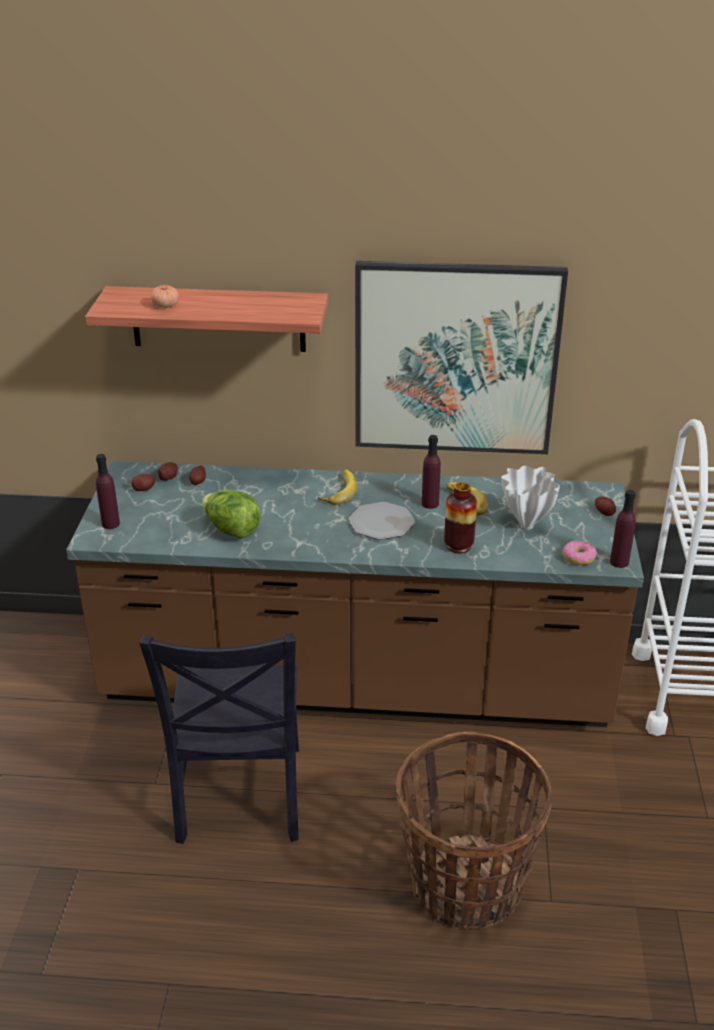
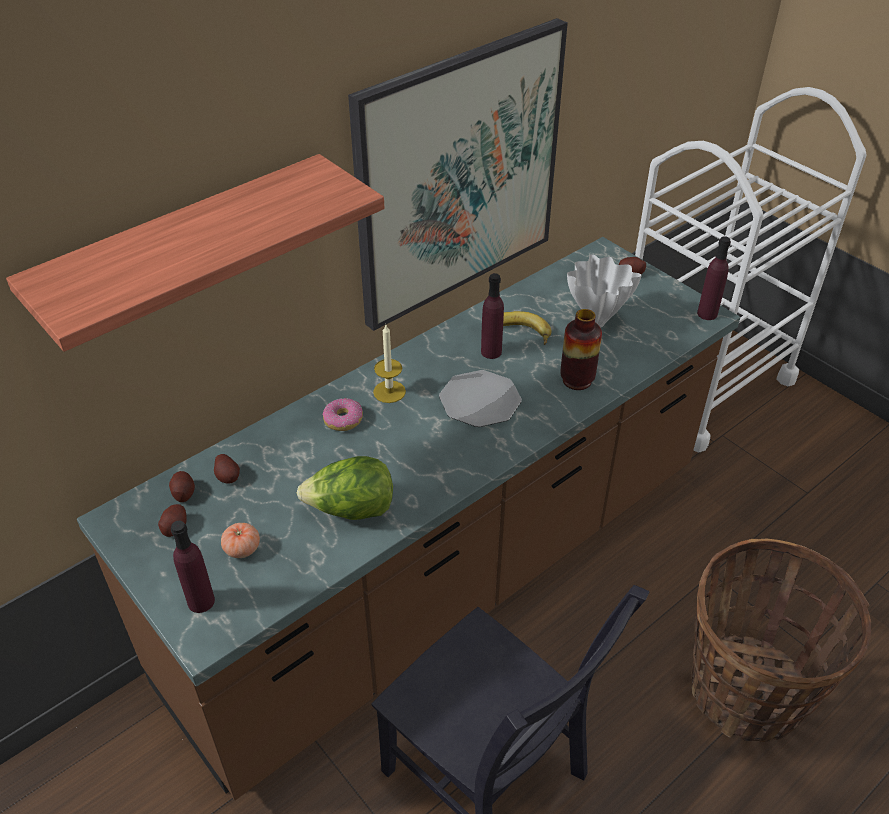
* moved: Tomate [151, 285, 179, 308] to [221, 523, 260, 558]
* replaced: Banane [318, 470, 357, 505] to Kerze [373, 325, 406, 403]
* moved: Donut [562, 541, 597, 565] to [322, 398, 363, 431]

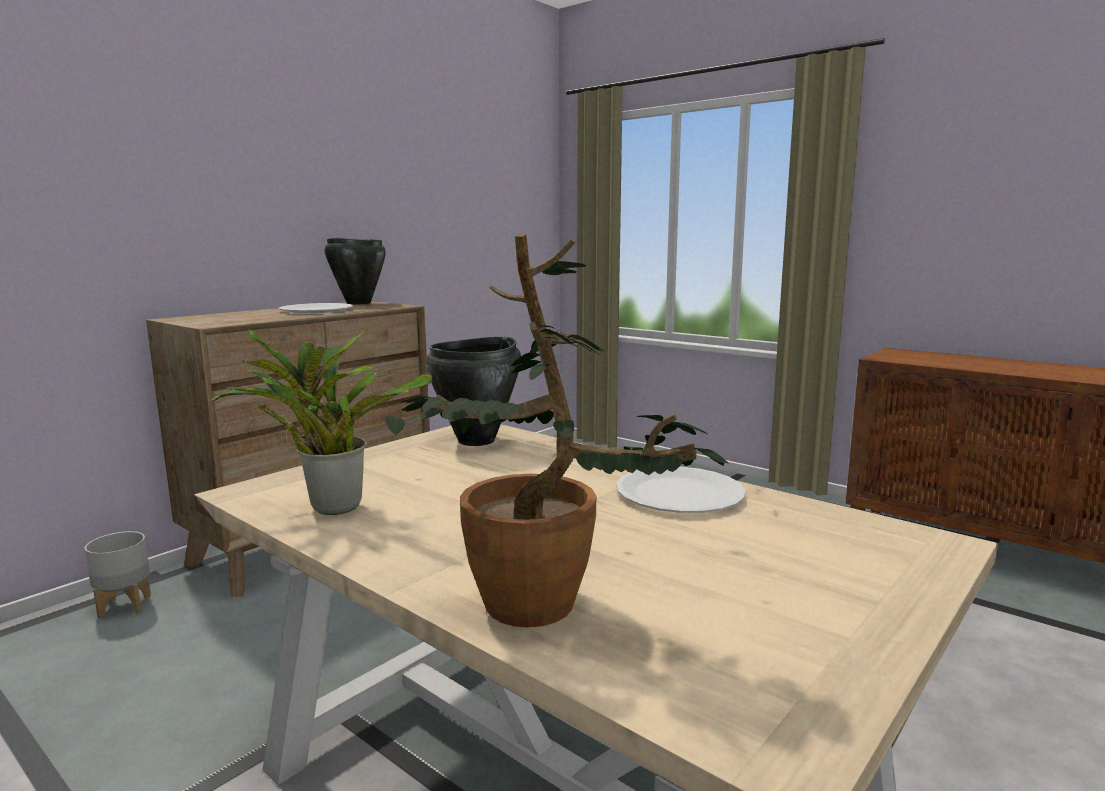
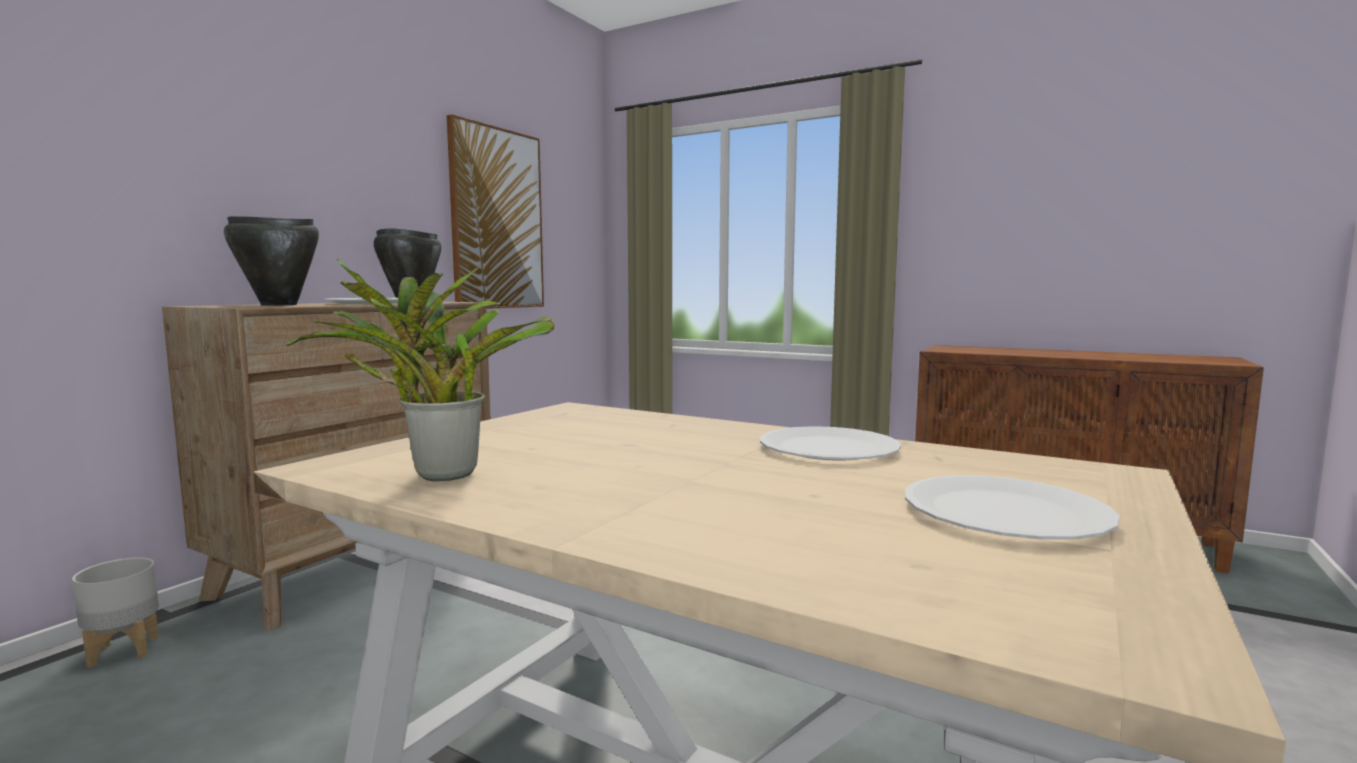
* removed: Topfpflanze [385, 234, 729, 627]
* moved: Kochtopf [schwarz] [425, 337, 521, 446] to [224, 216, 319, 305]
* added: Bild [447, 114, 544, 309]
* added: Teller [weiß] [905, 475, 1120, 540]

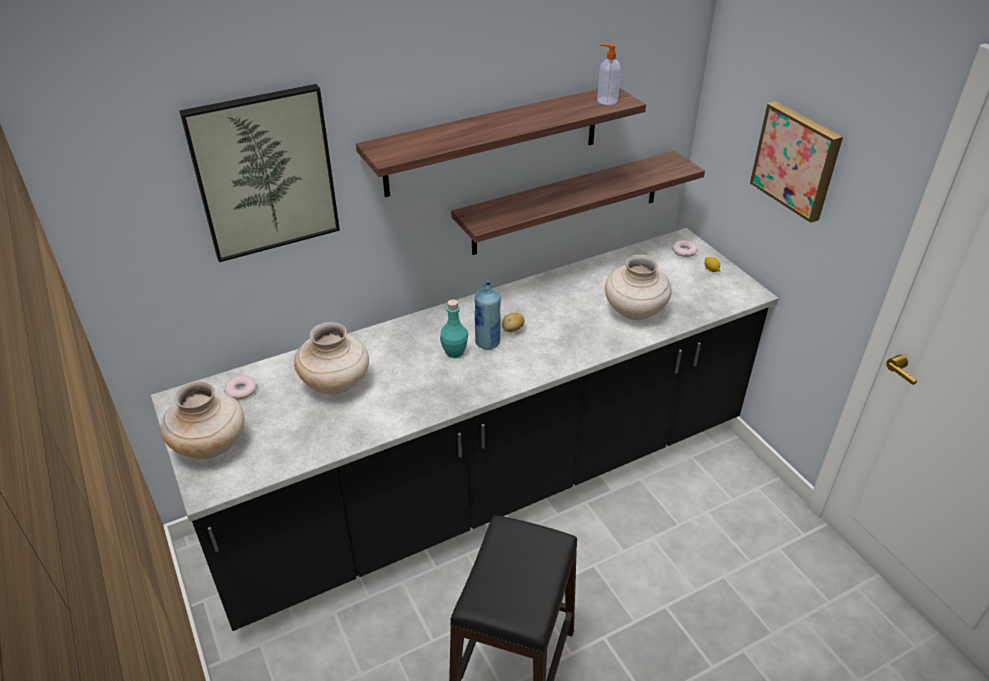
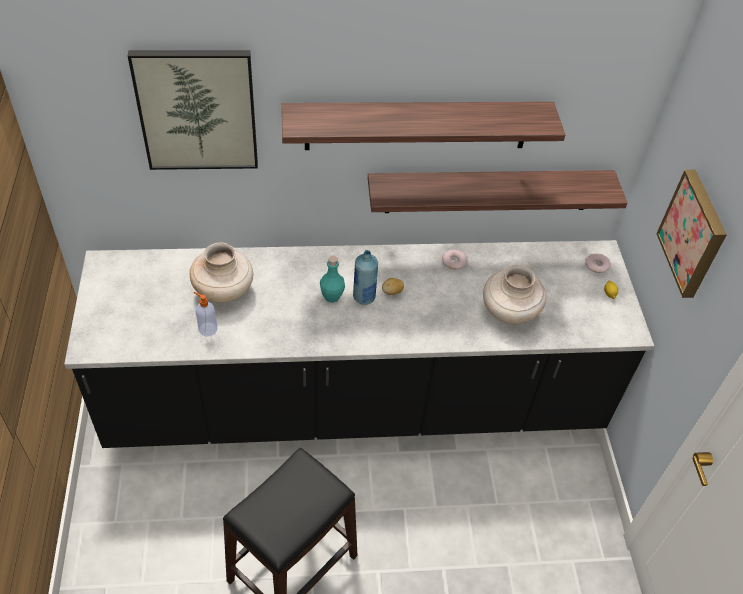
* removed: Vase [beige] [160, 381, 245, 459]
* moved: Donut [224, 376, 257, 399] to [442, 250, 467, 269]
* moved: Seifenspender [597, 44, 621, 105] to [194, 292, 217, 336]

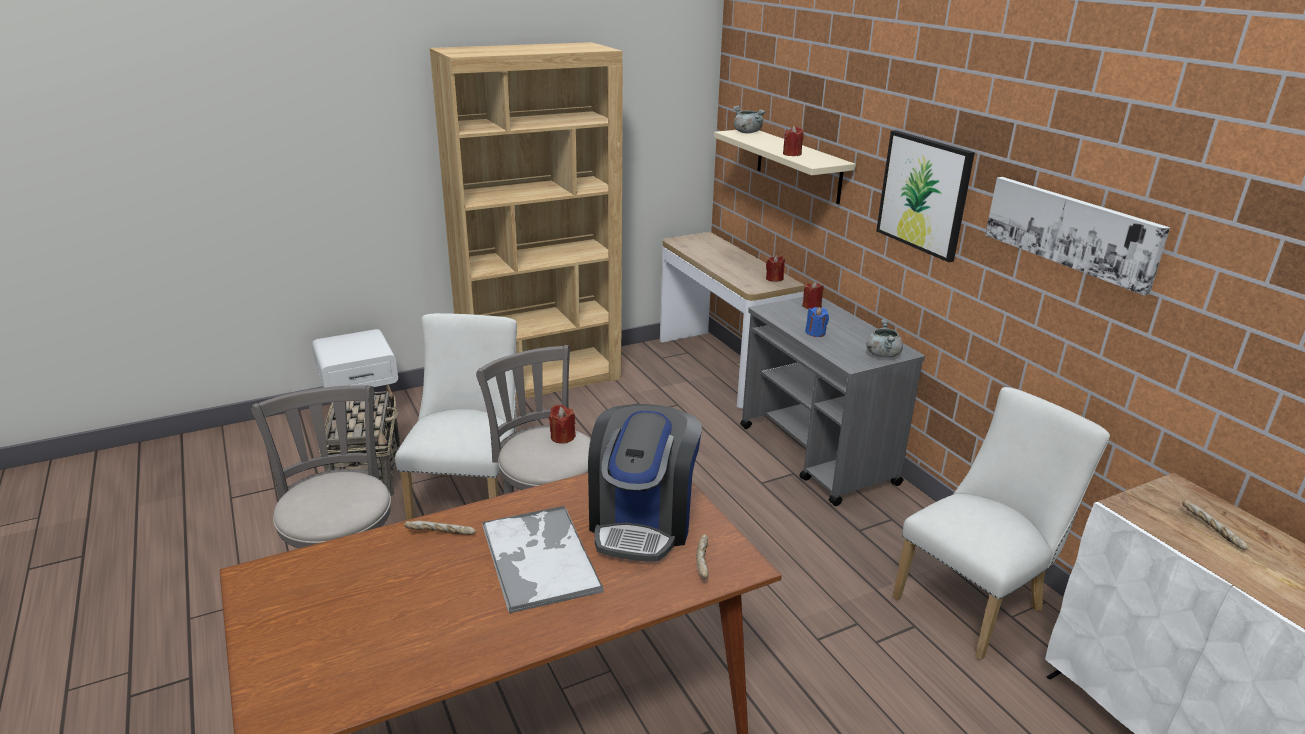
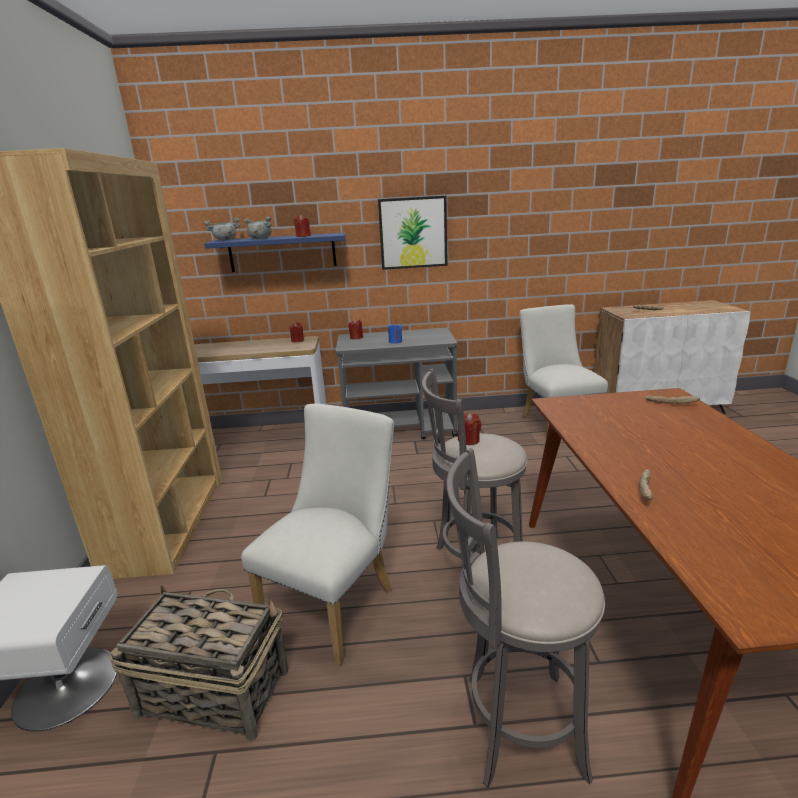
* turned: Stuhl [weiß] [395, 313, 517, 520] = [241, 404, 394, 665] 90 degrees clockwise
* removed: Tablett [482, 505, 604, 614]
* removed: Kaffeemaschine [588, 404, 702, 562]
* recoloured: Wandregal [beige] [714, 130, 856, 204] to Wandregal [blau] [204, 233, 346, 272]
* moved: Kochtopf [grau] [866, 320, 903, 358] to [244, 216, 272, 239]
* removed: Bild [985, 177, 1170, 295]

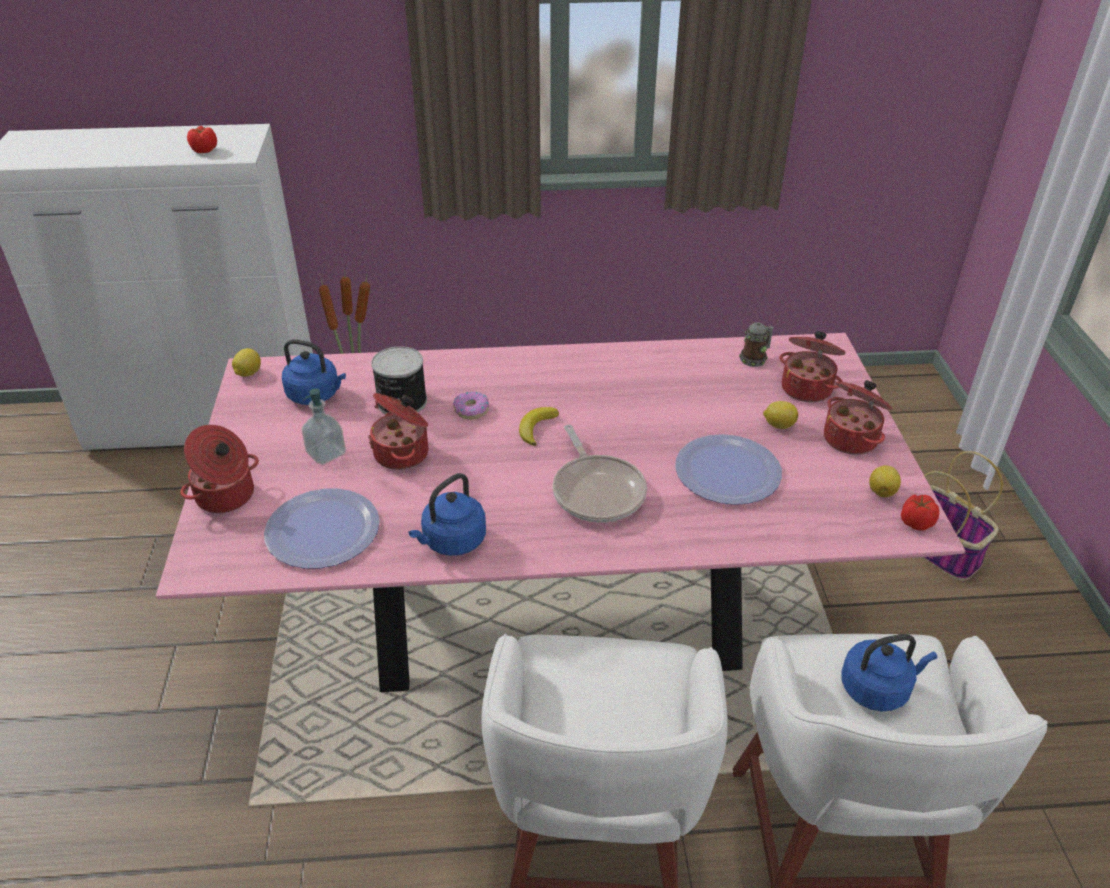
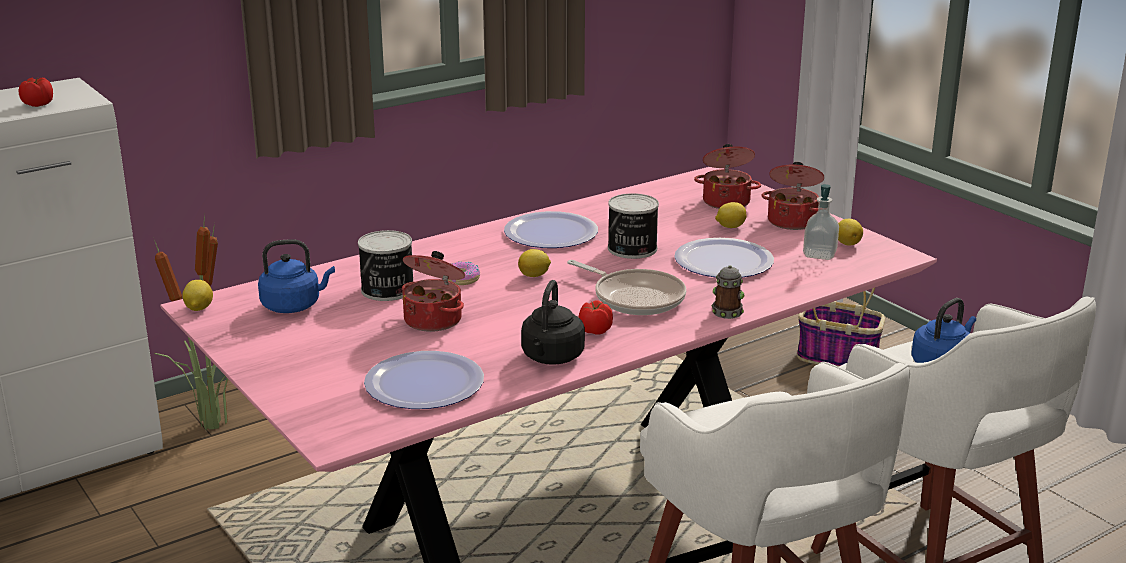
* removed: Kochtopf [180, 425, 259, 513]
* moved: Seifenspender [302, 388, 346, 465] to [803, 184, 839, 260]
* recoloured: Wasserkessel [blau] [408, 473, 486, 556] to Wasserkessel [schwarz] [521, 280, 585, 365]
* replaced: Banane [519, 407, 559, 446] to Zitrone [518, 249, 551, 277]
* moved: Henkelbecher [739, 322, 774, 367] to [712, 265, 744, 319]
* moved: Tomate [901, 495, 939, 531] to [579, 301, 613, 334]
* added: Teller [504, 211, 598, 248]
* added: Dose [608, 193, 659, 259]

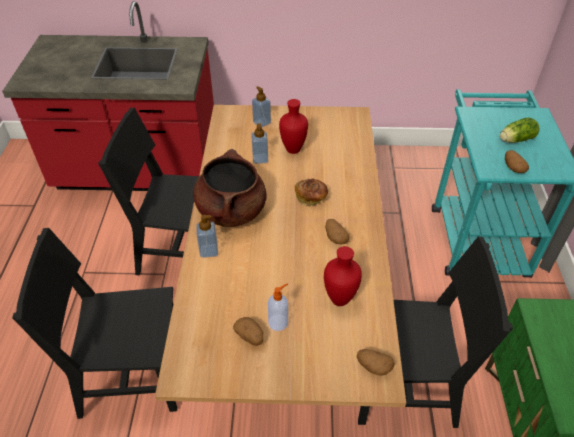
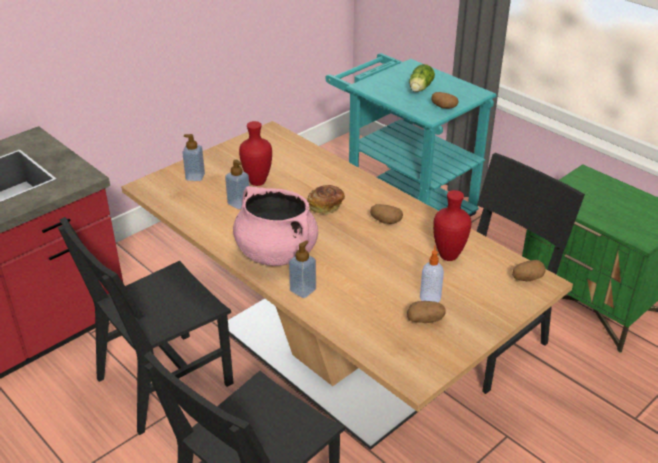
* recoloured: Kochtopf [braun] [193, 149, 267, 227] to Kochtopf [rosa] [233, 186, 318, 266]

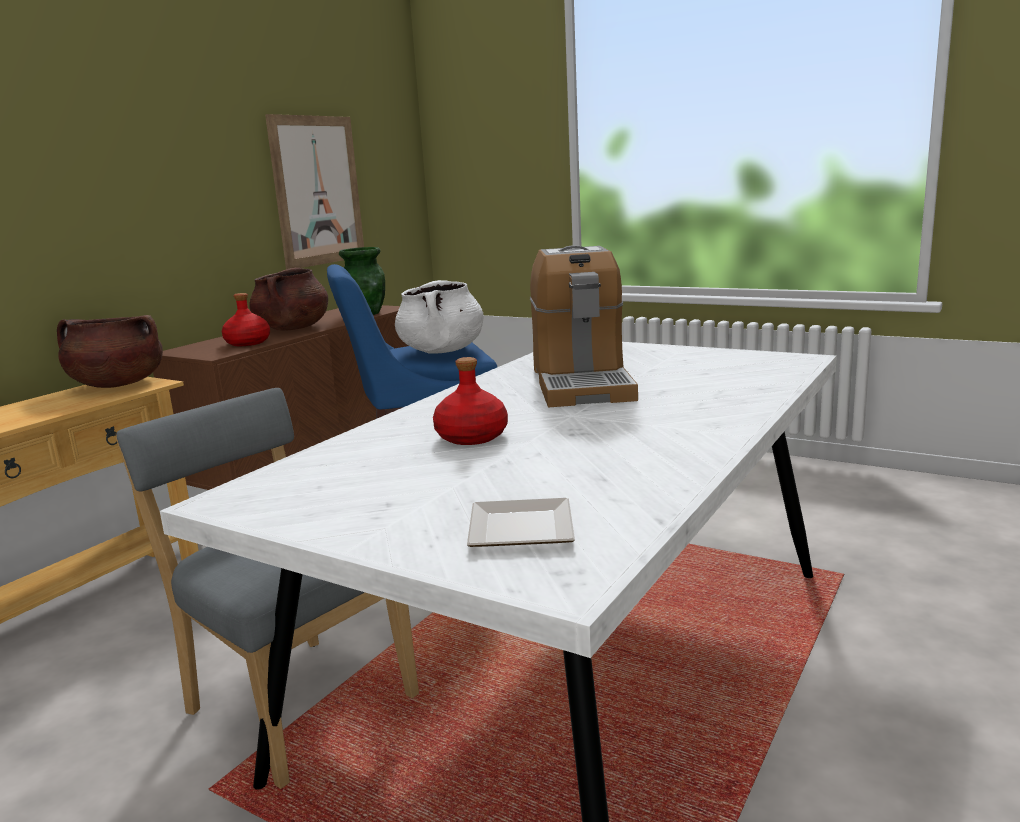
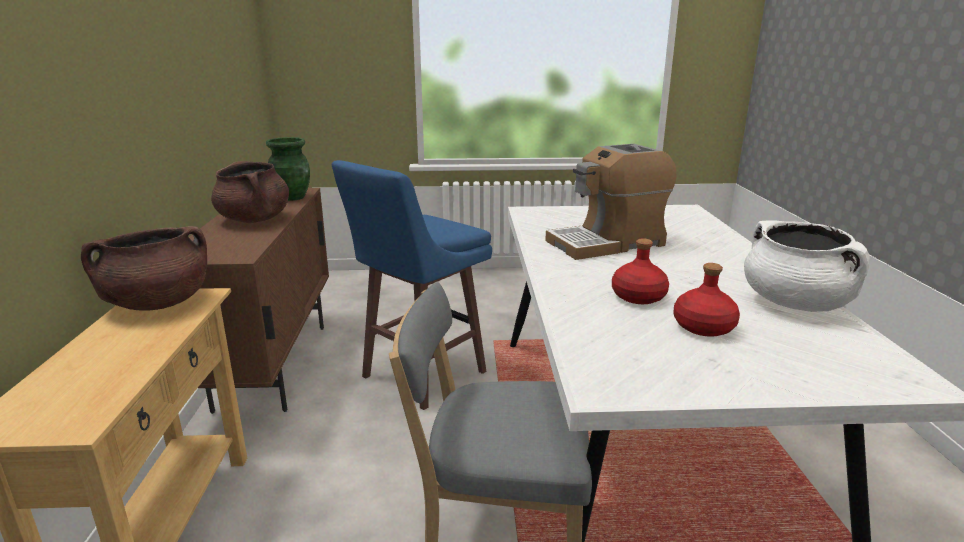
* moved: Flasche [rot] [222, 293, 270, 346] to [673, 263, 740, 337]
* removed: Bild [265, 114, 364, 269]
* moved: Kochtopf [weiß] [395, 280, 484, 354] to [744, 221, 870, 312]
* removed: Teller [467, 498, 575, 547]
* turned: Kaffeemaschine [530, 245, 638, 407] = [545, 144, 677, 260] 105 degrees clockwise

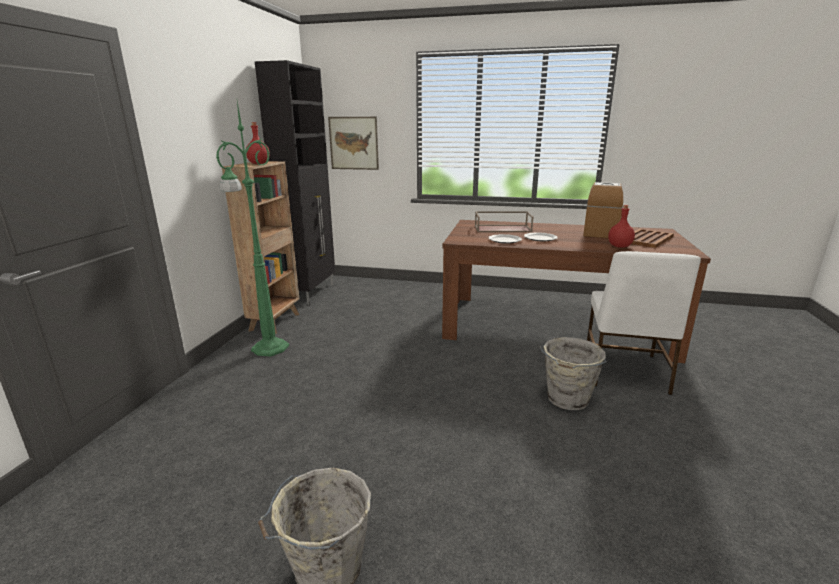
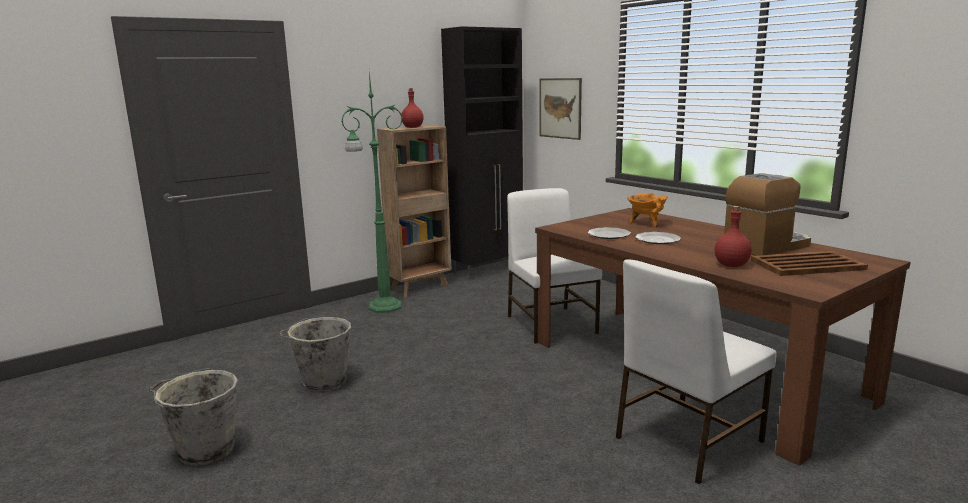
* replaced: Tablett [braun] [475, 212, 533, 232] to Kochtopf [orange] [627, 193, 668, 228]
* moved: Eimer [grau] [540, 337, 606, 410] to [280, 317, 351, 393]
* added: Stuhl [weiß] [507, 188, 602, 344]

